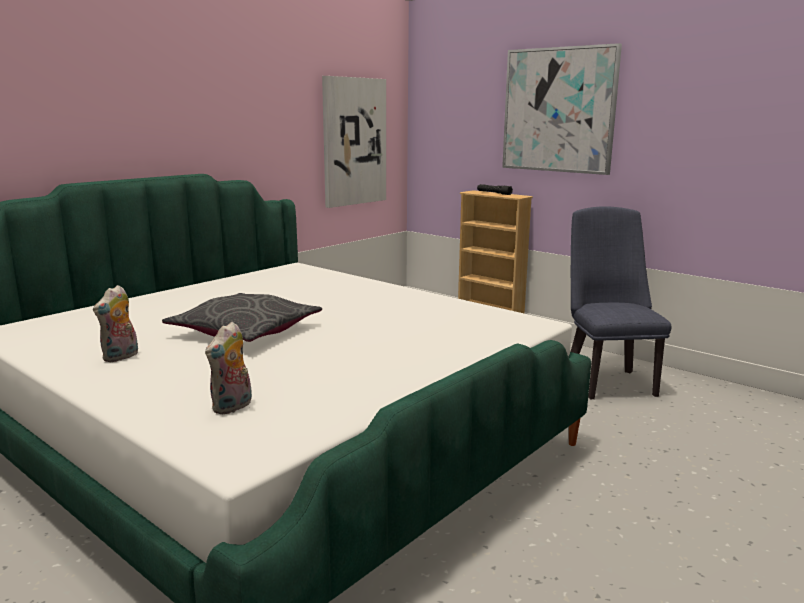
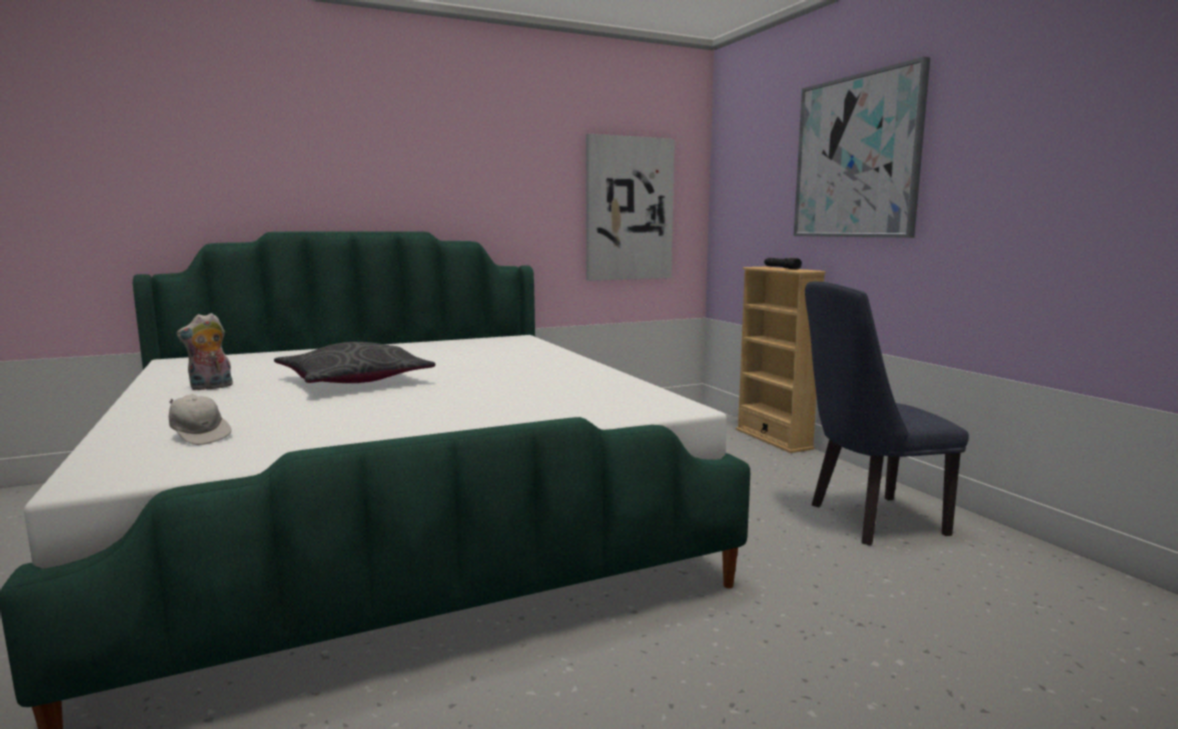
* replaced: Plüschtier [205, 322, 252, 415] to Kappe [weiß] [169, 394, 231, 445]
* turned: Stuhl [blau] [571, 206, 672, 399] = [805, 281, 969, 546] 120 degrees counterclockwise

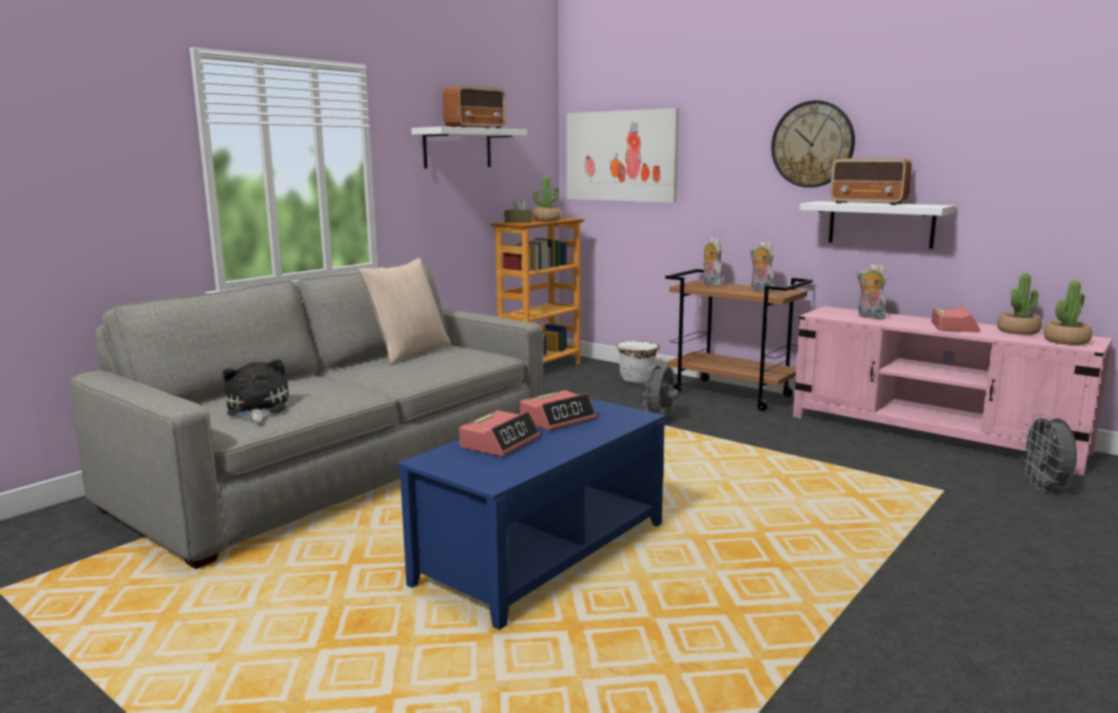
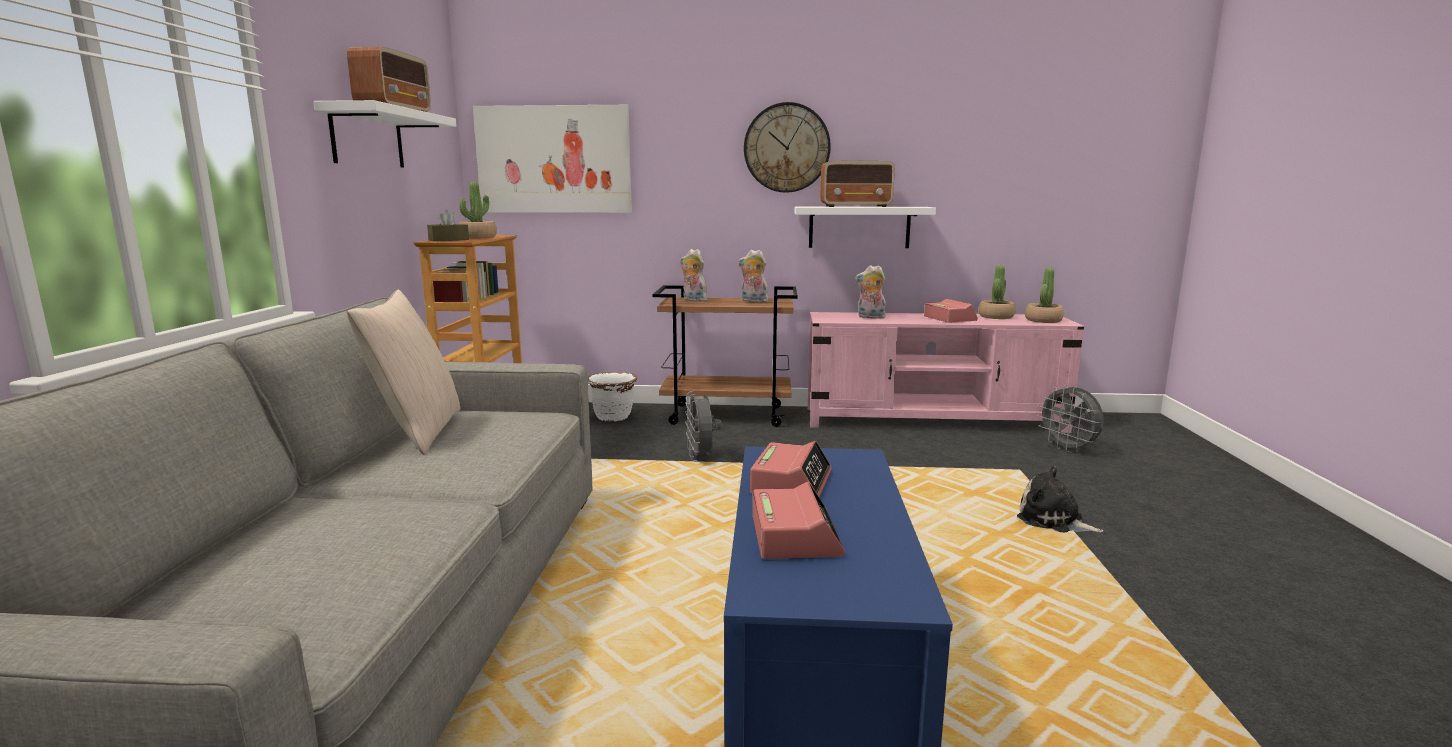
* moved: Plüschtier [223, 359, 289, 422] to [1017, 466, 1103, 533]

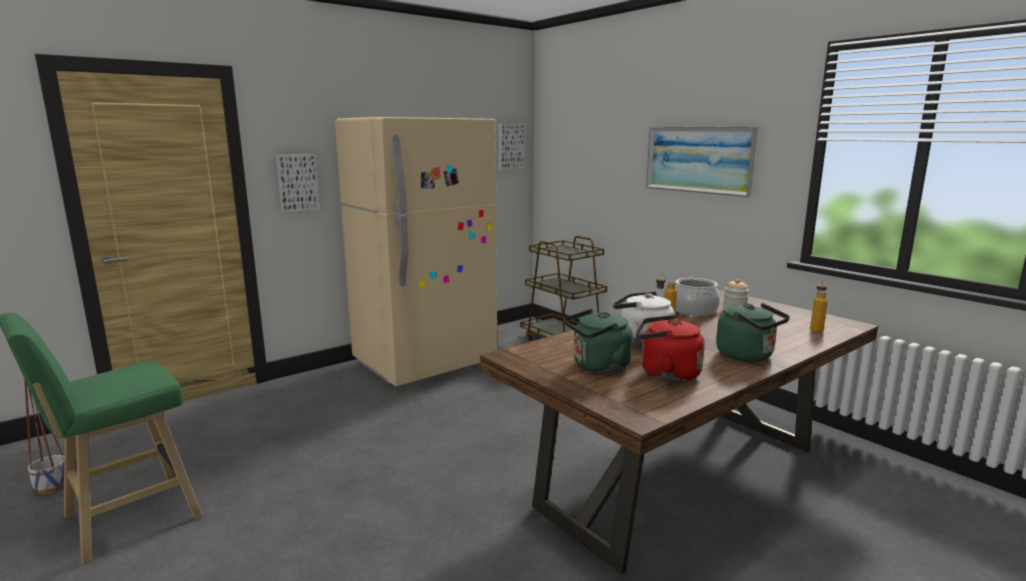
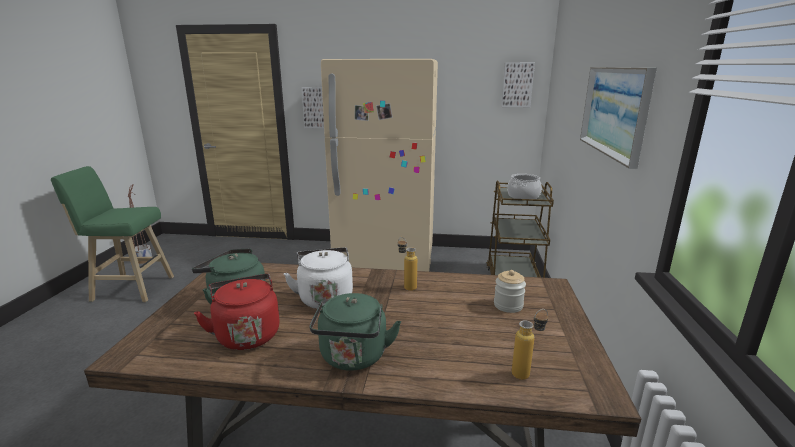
* moved: Kochtopf [675, 278, 720, 316] to [507, 174, 542, 199]

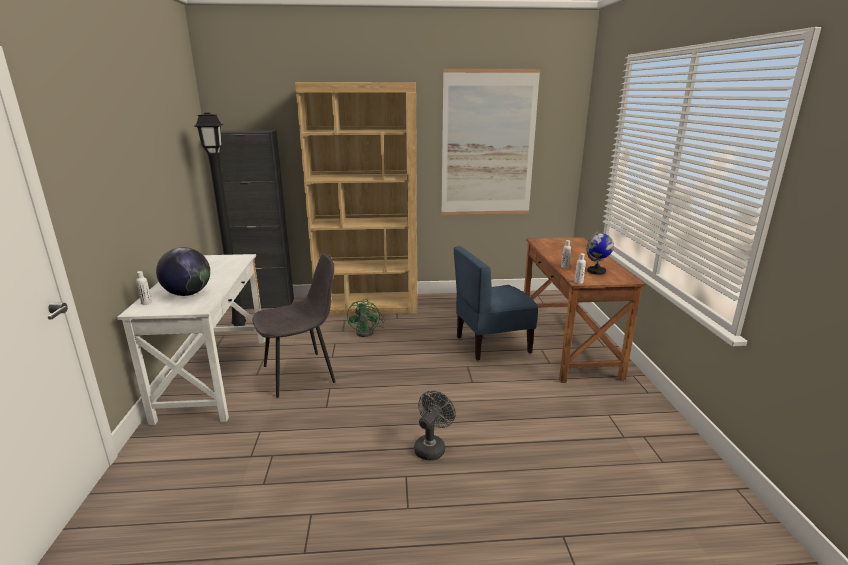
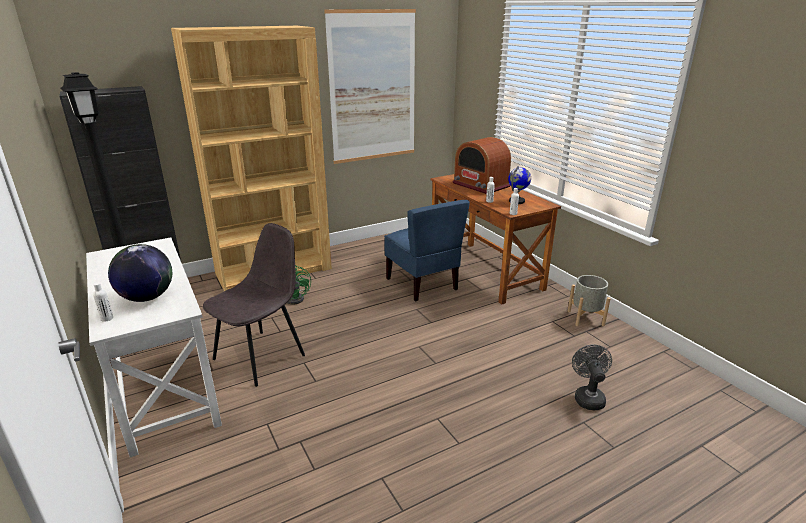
* moved: Ventilator [grau] [414, 391, 456, 460] to [572, 344, 612, 410]
* turned: Stuhl [blau] [454, 246, 538, 361] = [384, 200, 470, 301] 75 degrees counterclockwise
* added: Radio [453, 137, 511, 194]
* added: Pflanzkübel [grau] [568, 275, 611, 326]

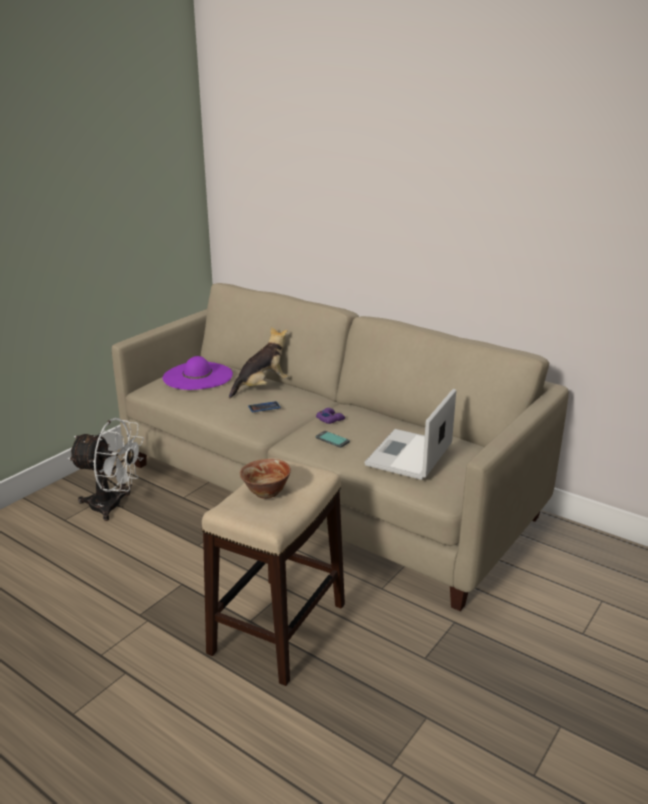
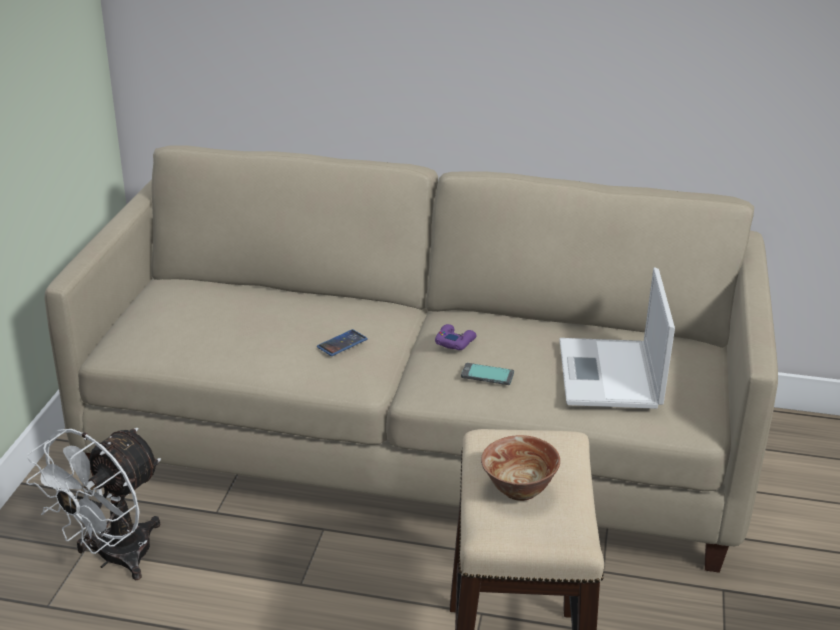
* turned: Ventilator [weiß] [68, 418, 144, 521] = [26, 428, 161, 580] 135 degrees clockwise
* removed: Hut [lila] [163, 356, 233, 390]
* removed: Plüschtier [229, 327, 289, 398]

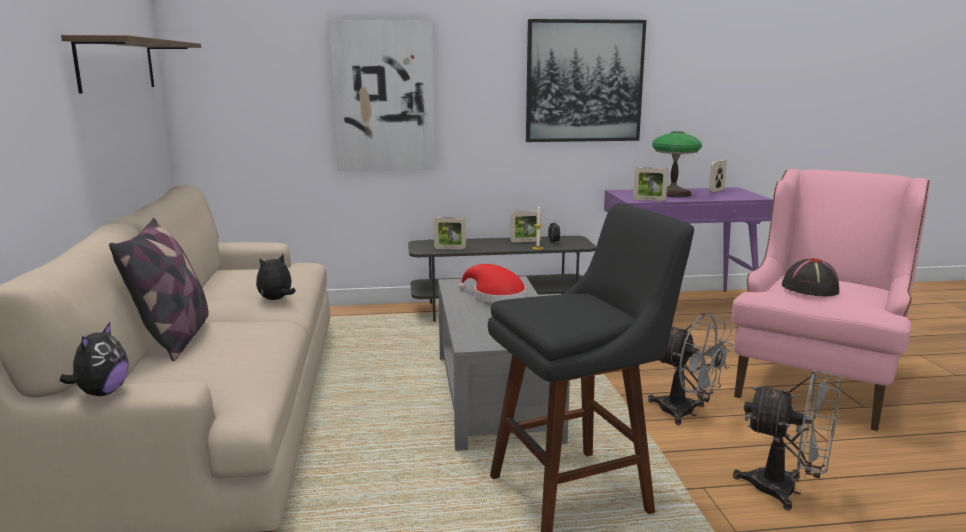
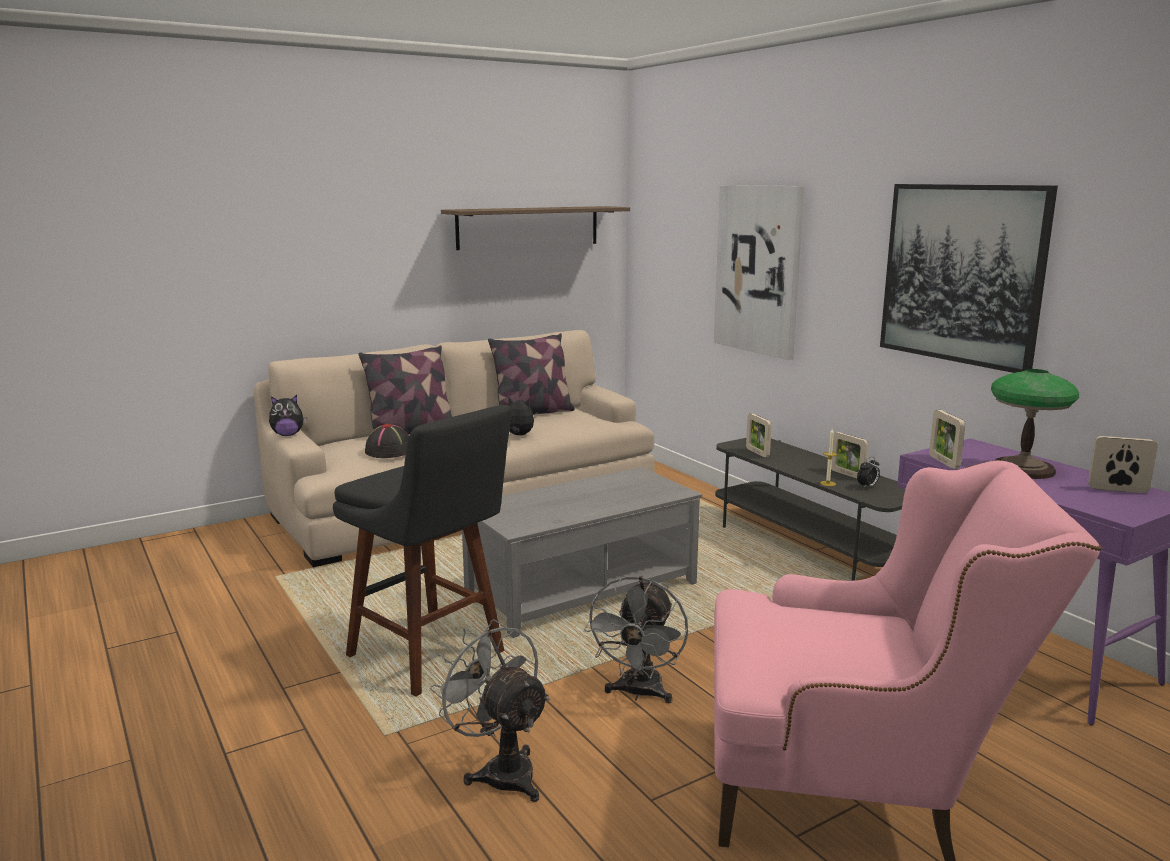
* removed: Hut [rot] [458, 264, 526, 303]
* turned: Ventilator [grau] [733, 370, 841, 511] = [430, 619, 550, 802] 135 degrees clockwise
* moved: Hut [schwarz] [782, 258, 839, 296] to [365, 424, 409, 458]
* added: Kissen [488, 333, 575, 415]

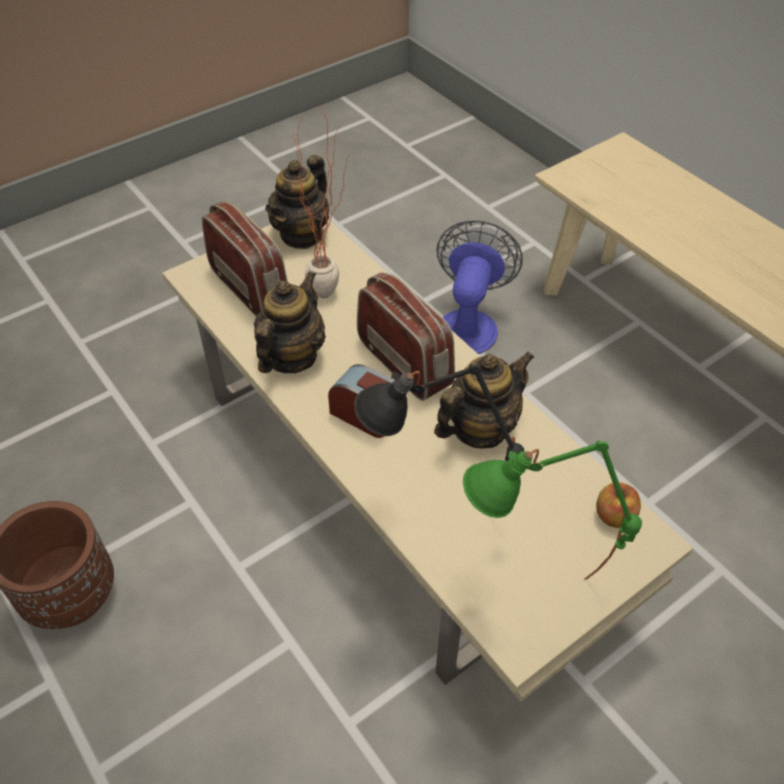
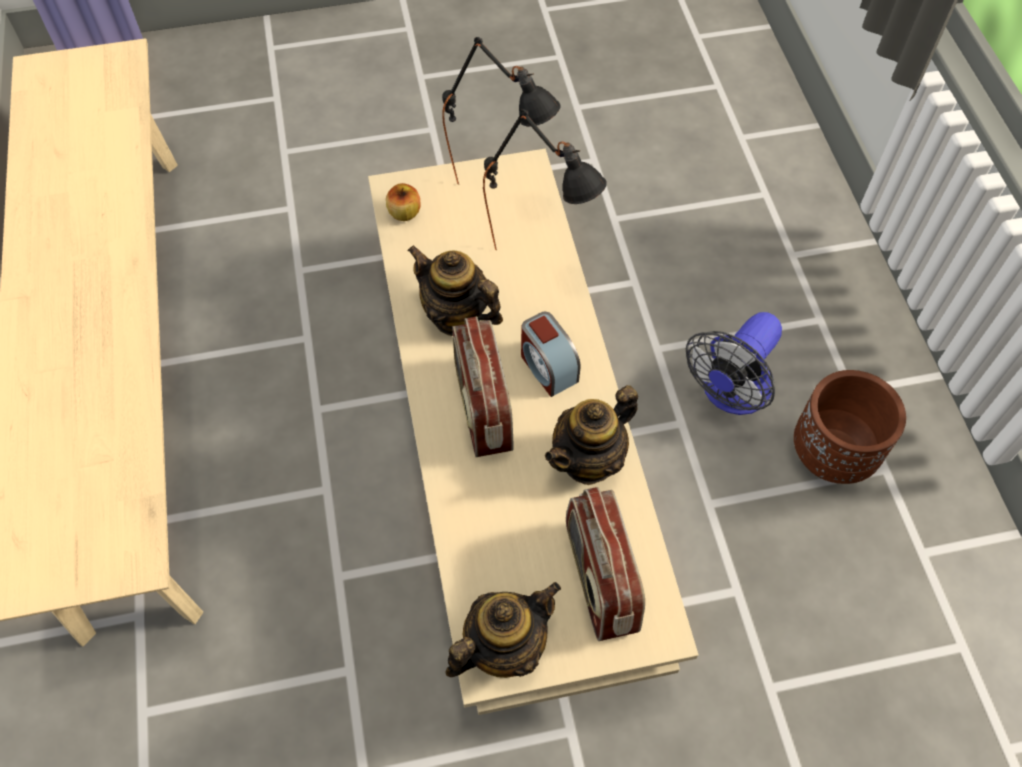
* removed: Topfpflanze [293, 105, 350, 298]
* turned: Teekanne [434, 352, 535, 448] = [408, 245, 503, 336] 45 degrees clockwise
* moved: Ventilator [437, 220, 523, 354] to [686, 312, 782, 415]
* recoloured: Tischlampe [grün] [463, 440, 642, 580] to Tischlampe [schwarz] [442, 37, 560, 185]

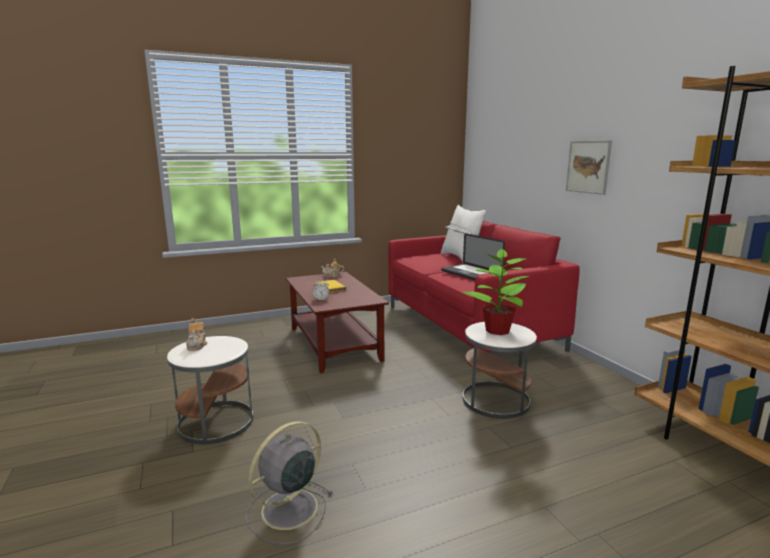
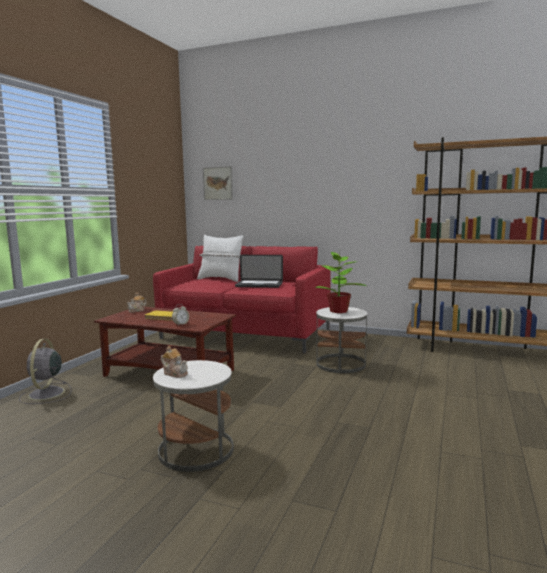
* moved: Ventilator [grau] [246, 421, 332, 545] to [19, 339, 72, 404]
* moved: Bild [566, 140, 612, 195] to [203, 166, 233, 200]

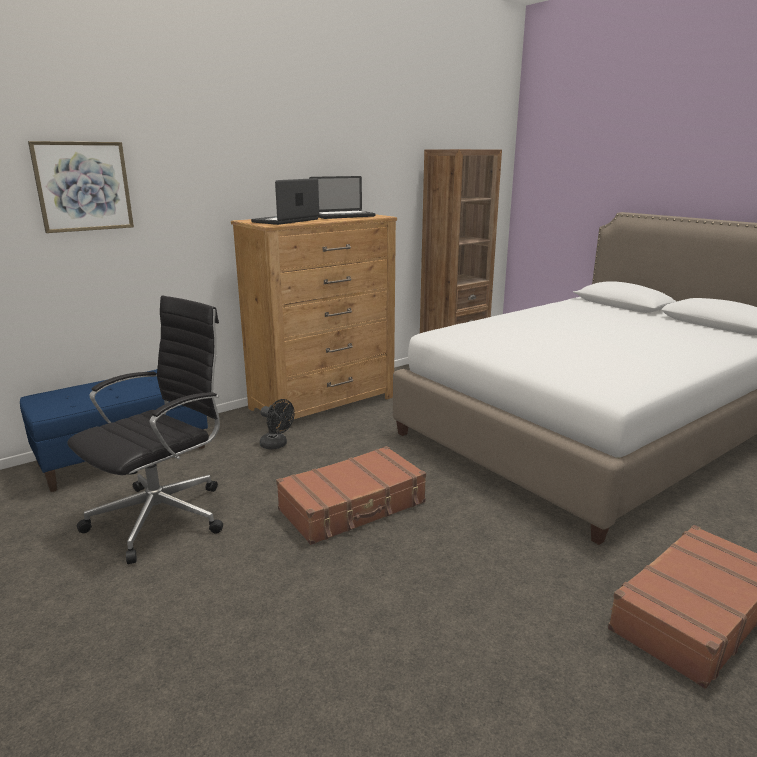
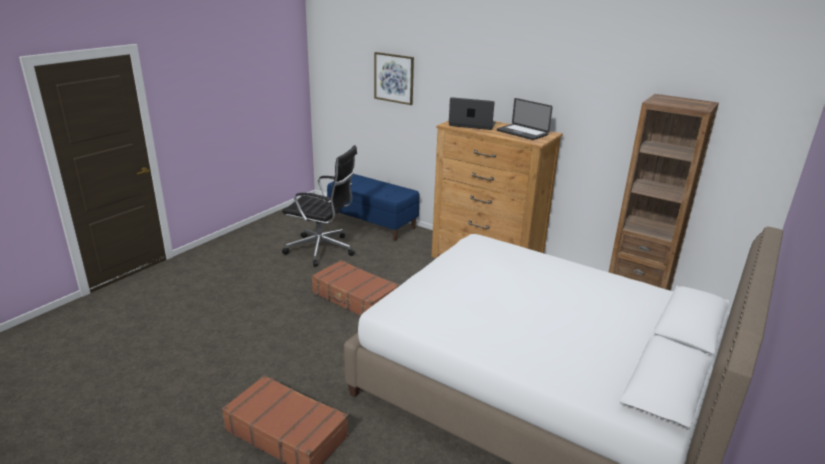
* removed: Ventilator [schwarz] [260, 399, 295, 450]

